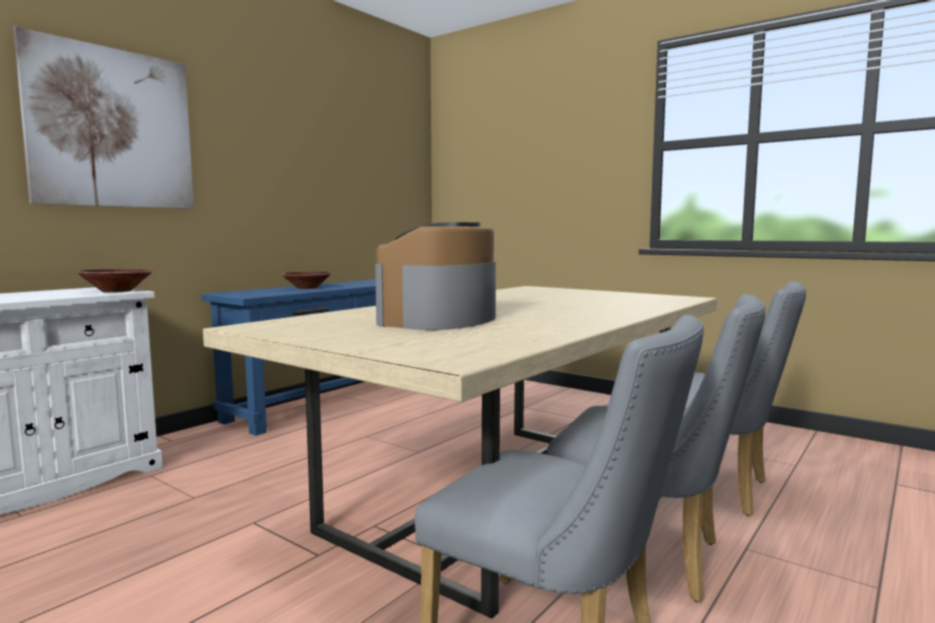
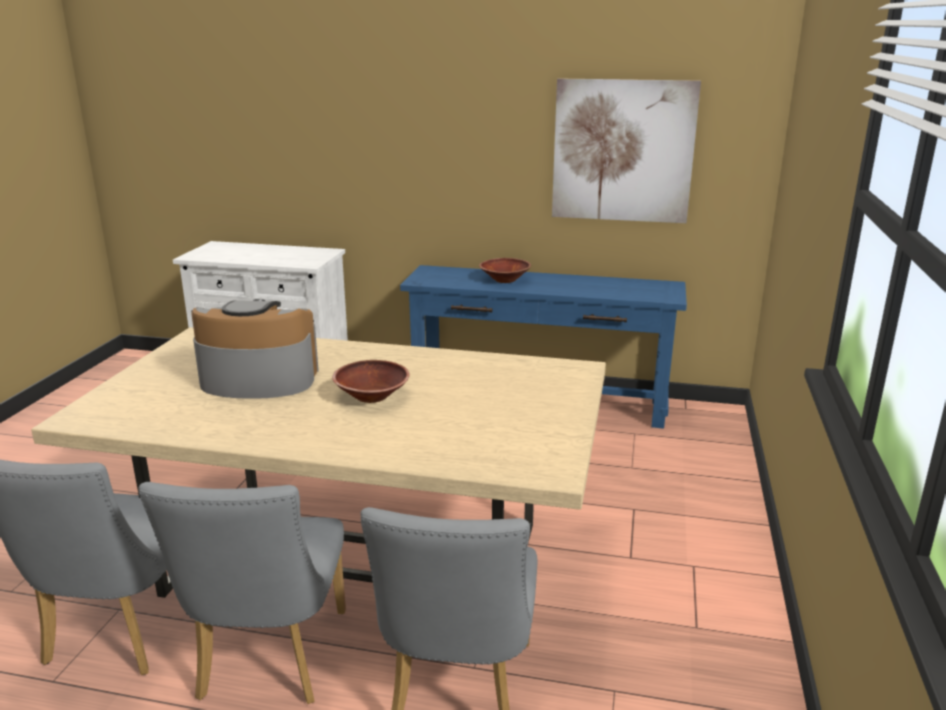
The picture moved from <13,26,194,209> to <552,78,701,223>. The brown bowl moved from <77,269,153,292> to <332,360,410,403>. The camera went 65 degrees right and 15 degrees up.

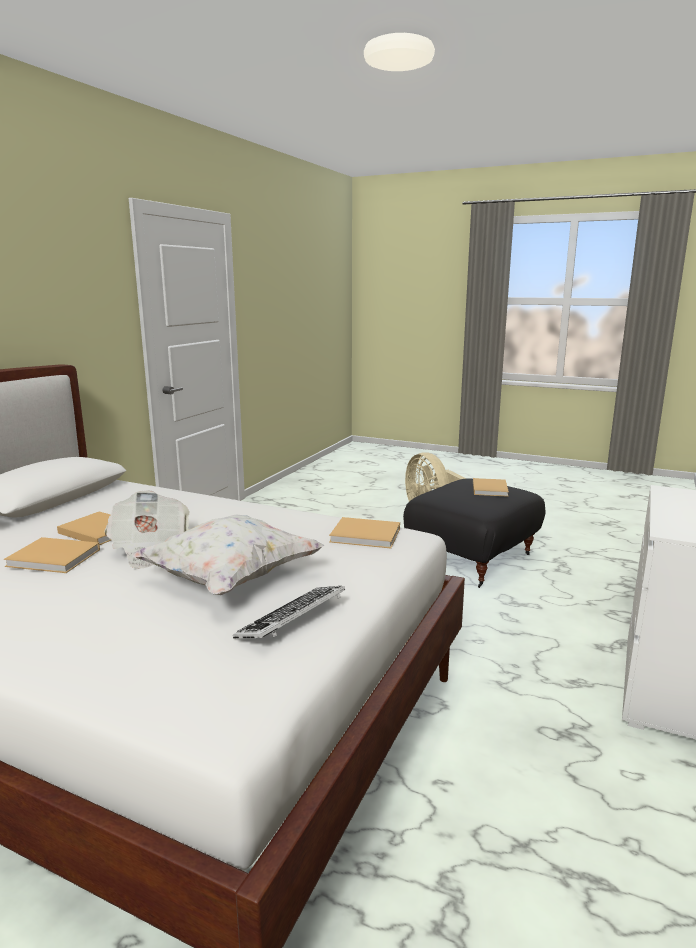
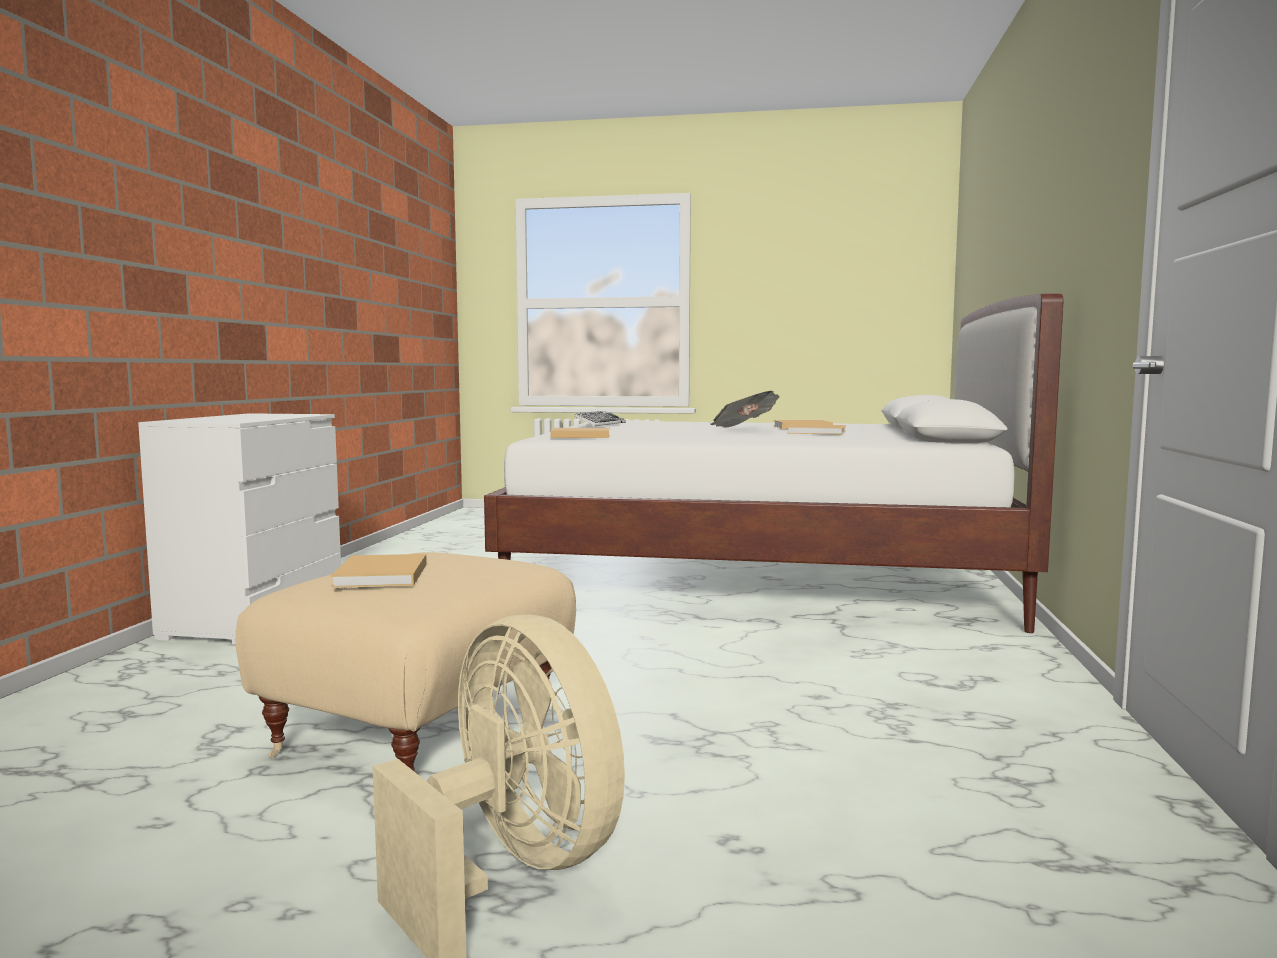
The white pillow at <132,514,325,595> disappeared. The black ottoman at <403,478,545,588> became the beige ottoman at <235,552,576,773>. The camera went 165 degrees right and 10 degrees down.

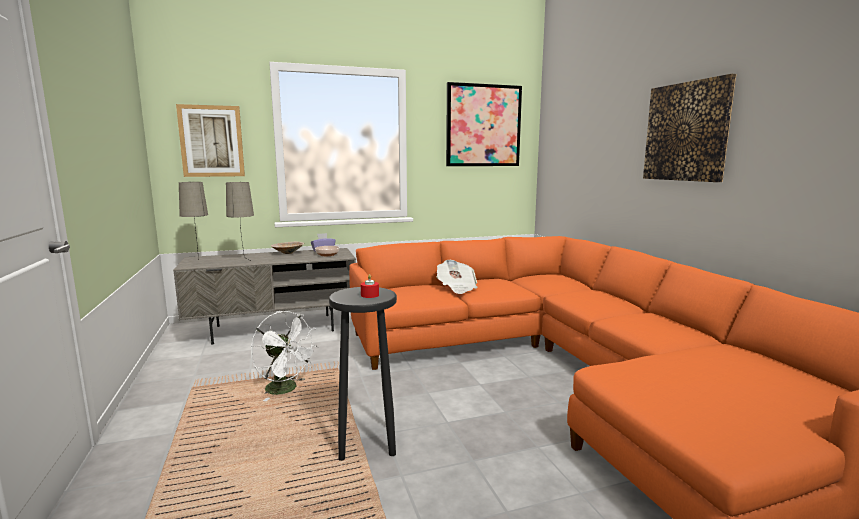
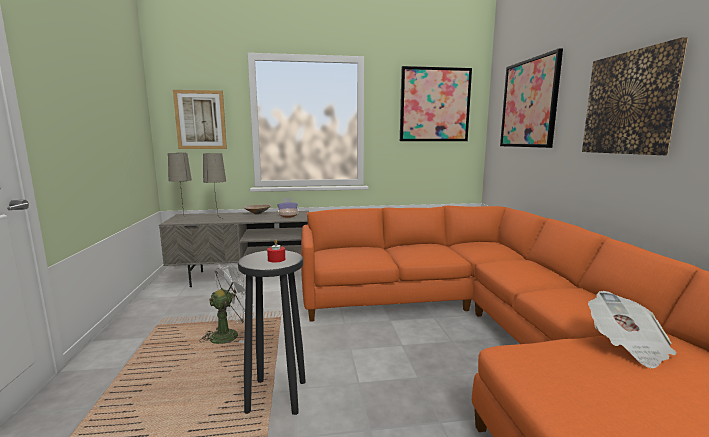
The picture at <500,48,563,148> appeared. The newspaper moved from <437,260,478,294> to <588,291,676,369>. The white fan at <251,311,319,401> turned 90 degrees counterclockwise. The camera went 10 degrees right and 0 degrees up.

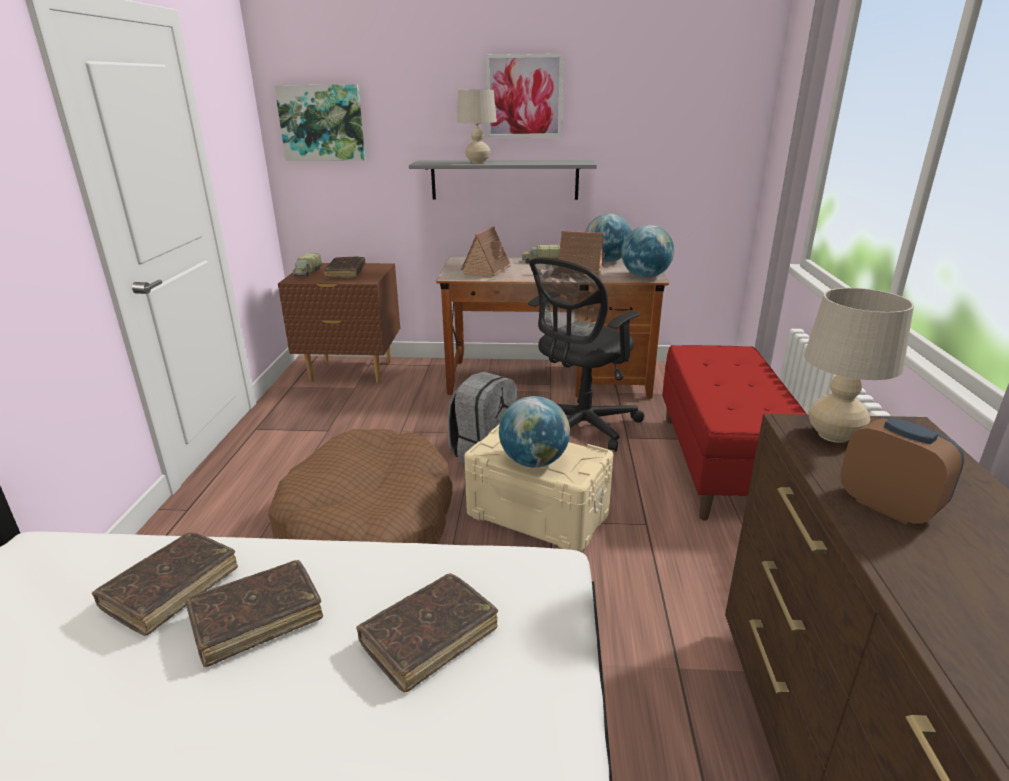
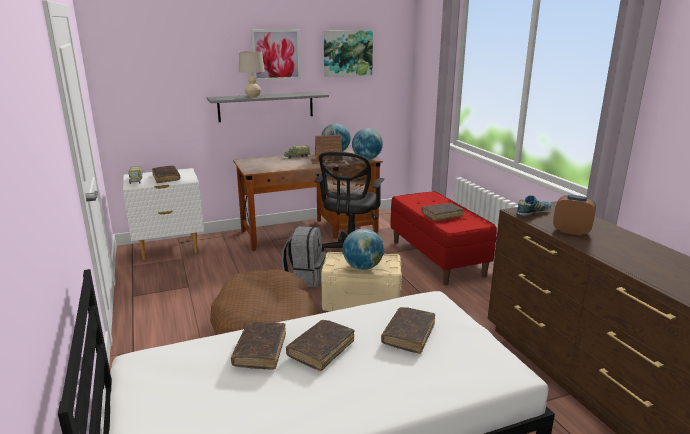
The toy house at <461,226,510,278> disappeared. The brown book at <421,203,464,221> appeared. The picture moved from <274,84,366,161> to <324,30,373,77>. The beige table lamp at <804,288,914,443> was replaced by the shoe at <516,195,551,216>. The brown nightstand at <278,263,400,383> became the white nightstand at <123,168,204,260>. The camera went 25 degrees left and 5 degrees down.

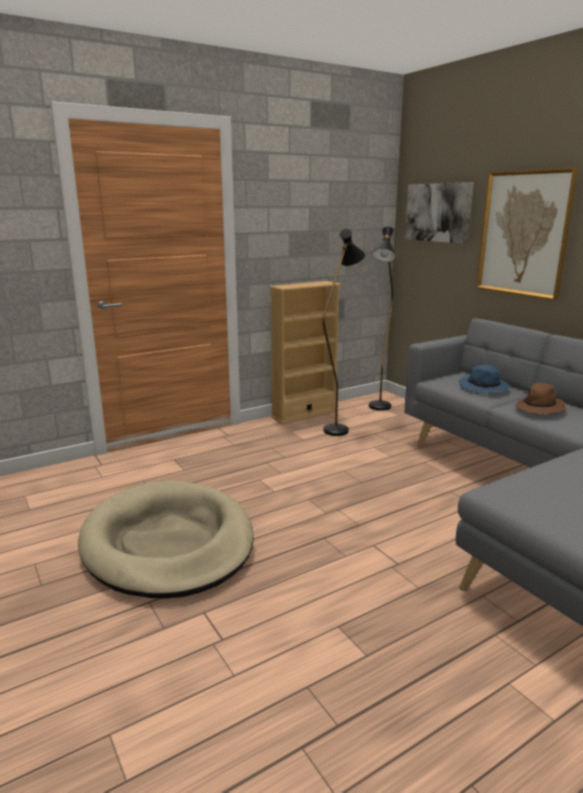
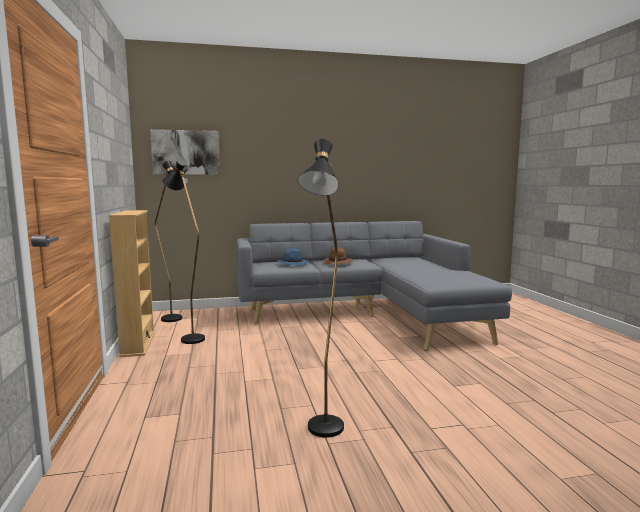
The picture at <476,168,579,300> disappeared. The beige dog bed at <78,480,254,598> was replaced by the black floor lamp at <298,139,344,438>. The camera went 70 degrees left and 10 degrees down.

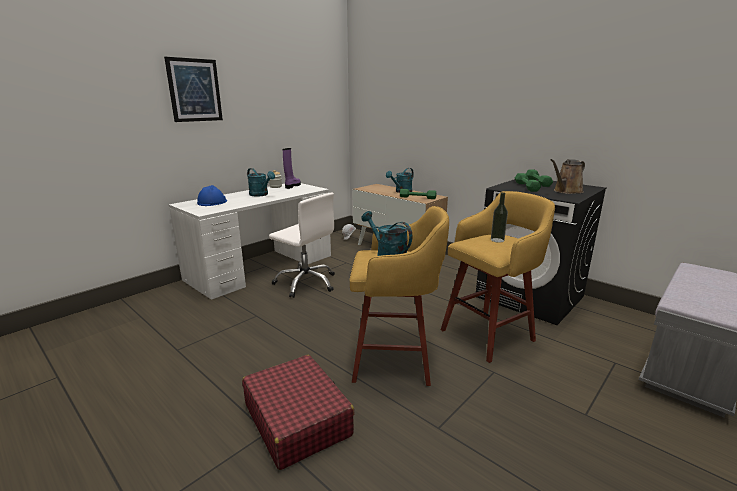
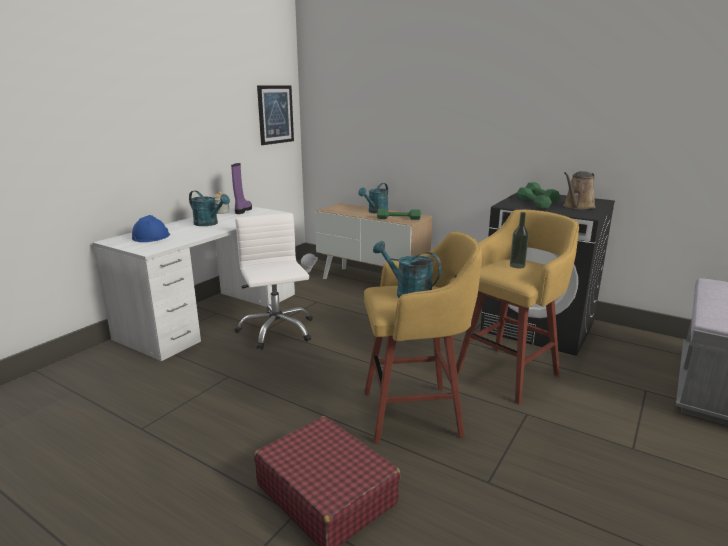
The picture moved from <164,57,223,122> to <257,85,294,145>. The white office chair at <269,193,335,298> turned 135 degrees counterclockwise. The camera went 10 degrees left and 0 degrees up.

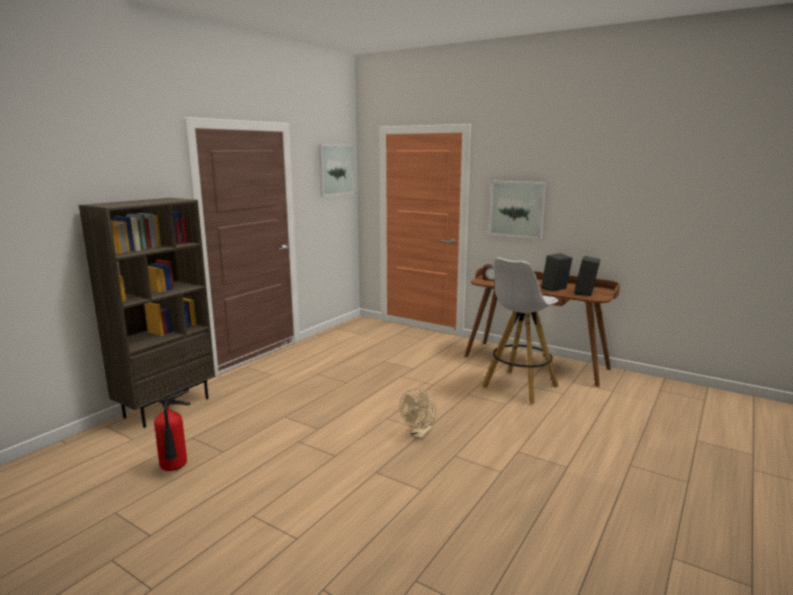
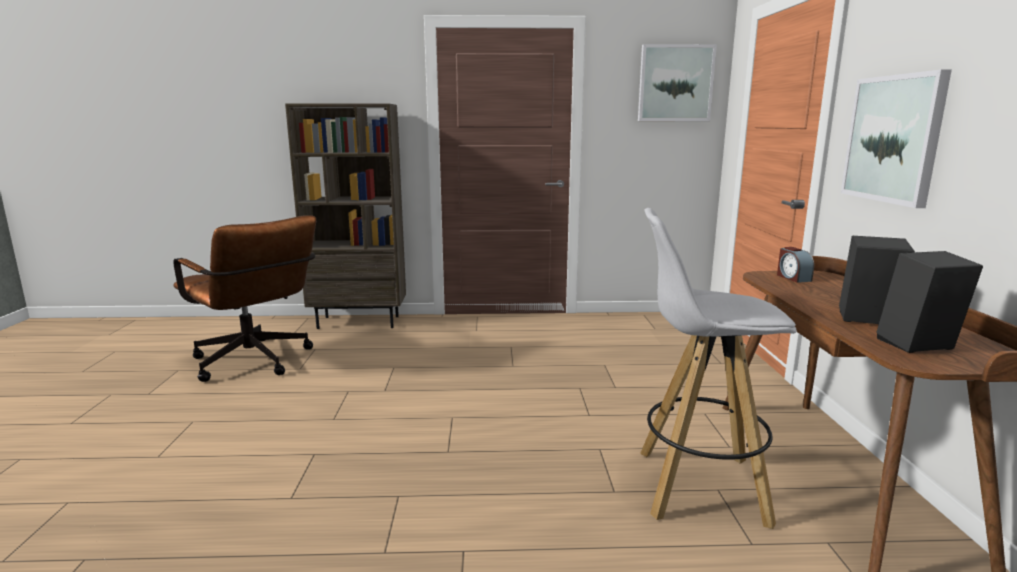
The beige fan at <400,389,436,439> disappeared. The fire extinguisher at <154,390,191,471> was replaced by the brown office chair at <173,215,316,382>. The camera went 55 degrees right and 0 degrees up.

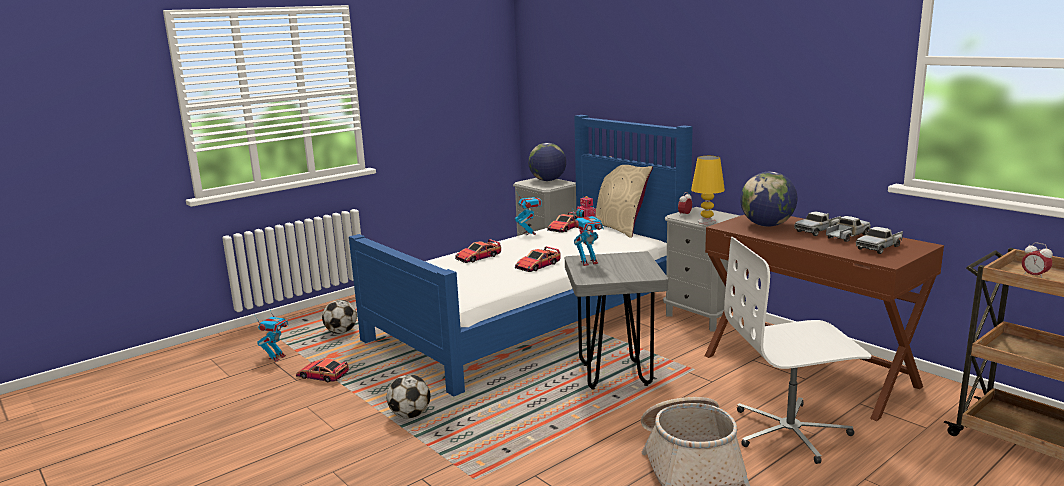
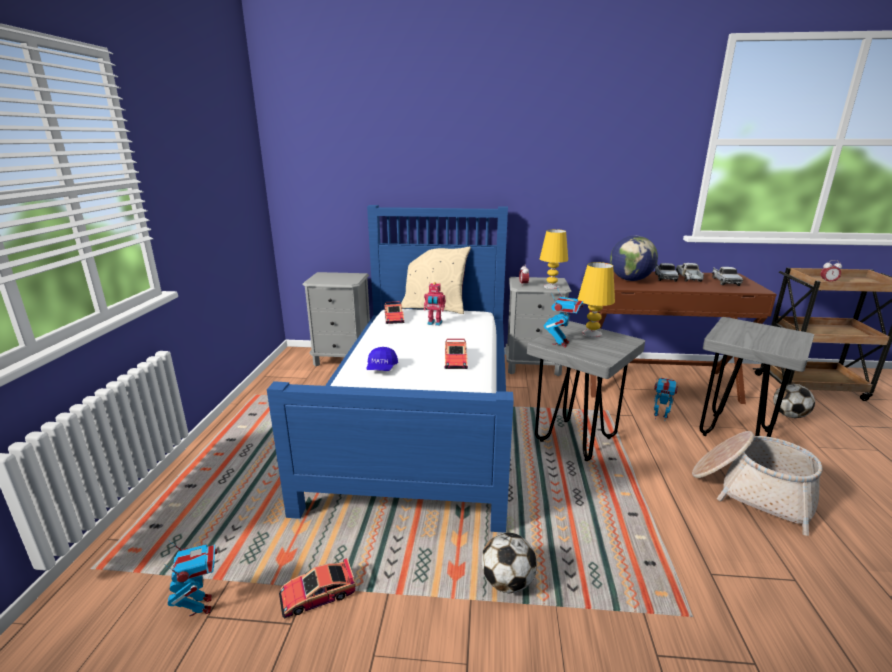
The globe at <528,143,566,181> disappeared. The yellow table lamp at <578,262,615,338> appeared. The football moved from <322,300,357,334> to <773,384,815,418>. The toy robot moved from <515,193,542,235> to <654,378,678,420>. The toy car at <455,239,501,263> was replaced by the blue cap at <366,347,398,371>. The white office chair at <724,237,871,464> was replaced by the grey stool at <699,317,814,437>. The camera went 45 degrees left and 5 degrees up.

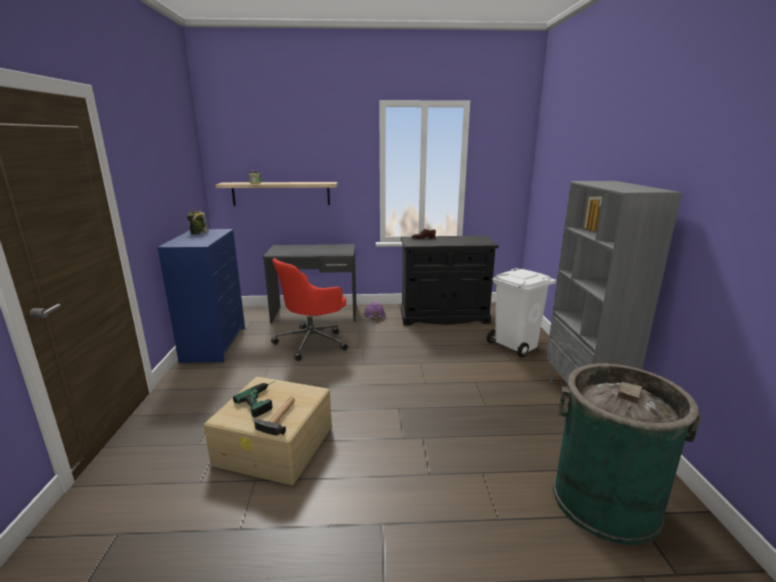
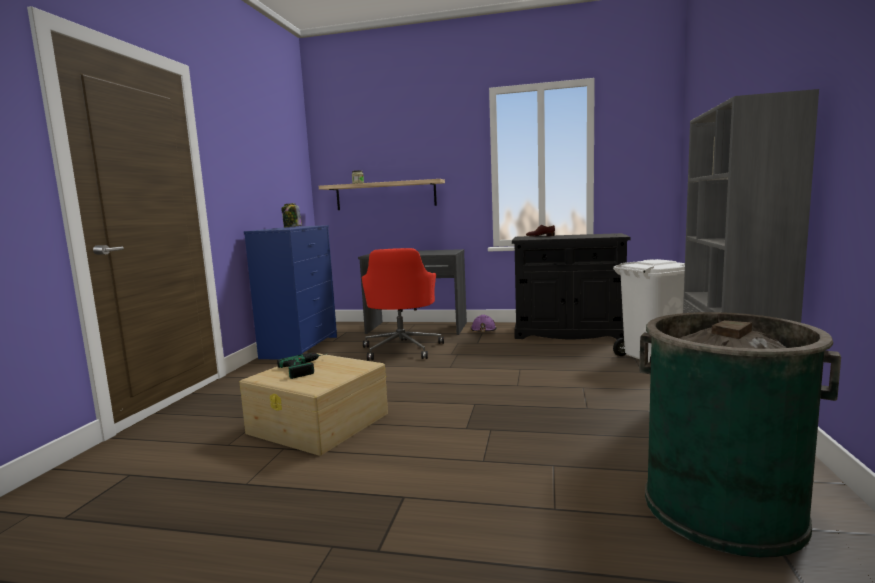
The hammer at <254,397,295,436> disappeared. The red office chair at <271,258,348,361> turned 60 degrees counterclockwise. The camera went 15 degrees right and 10 degrees down.

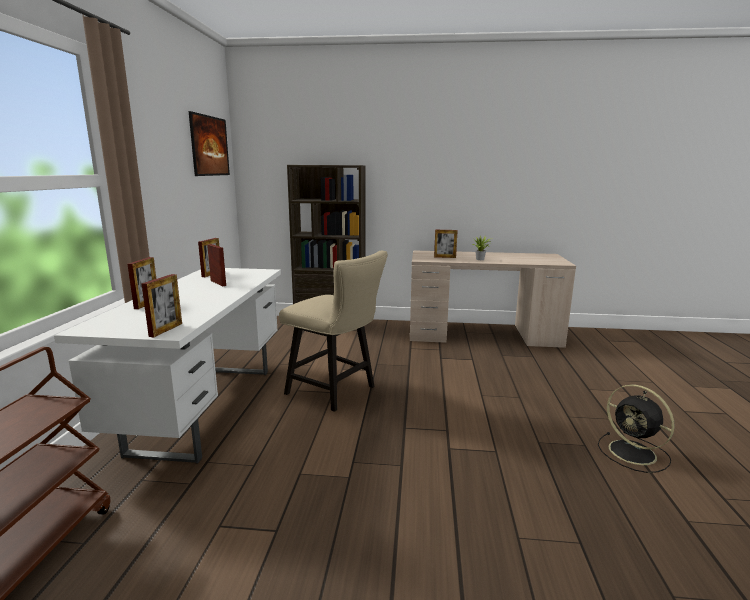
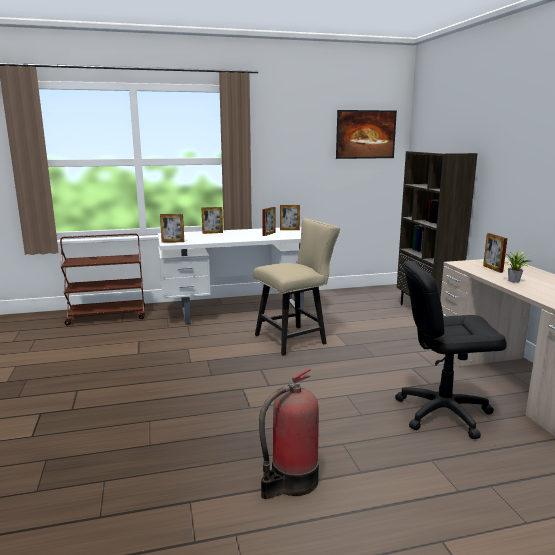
The black office chair at <395,261,507,439> appeared. The black fan at <598,385,675,473> was replaced by the fire extinguisher at <259,368,319,499>. The beige chair at <279,251,388,412> turned 135 degrees counterclockwise. The camera went 70 degrees right and 0 degrees up.

